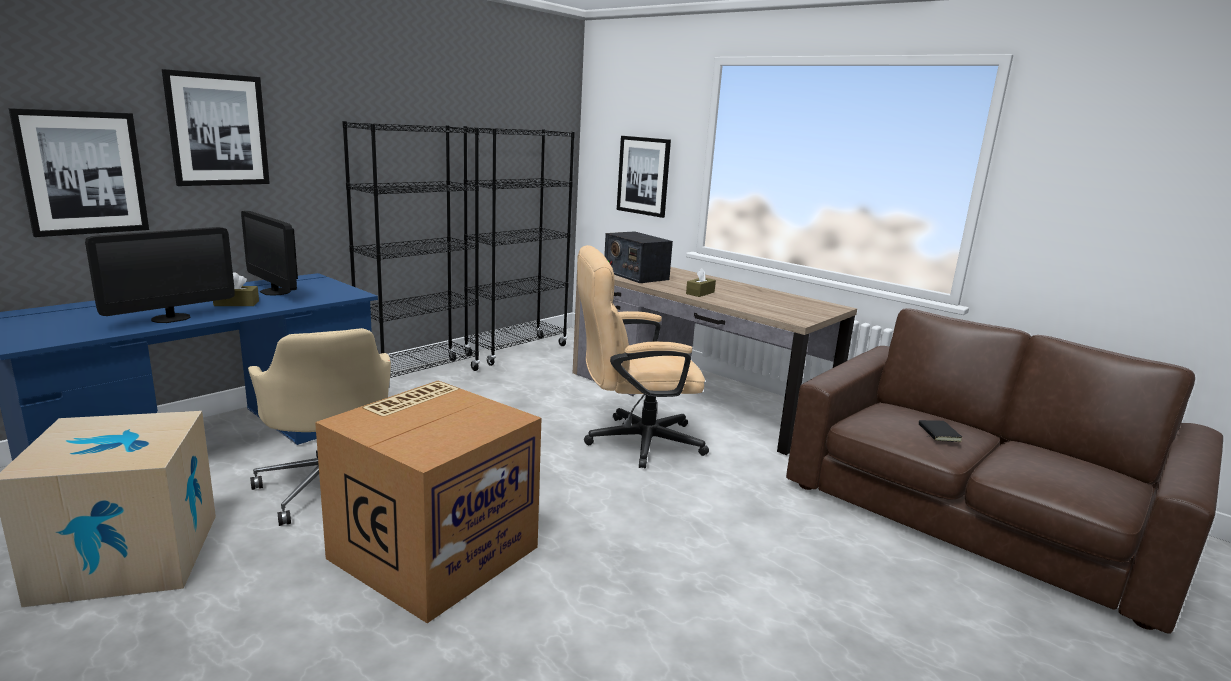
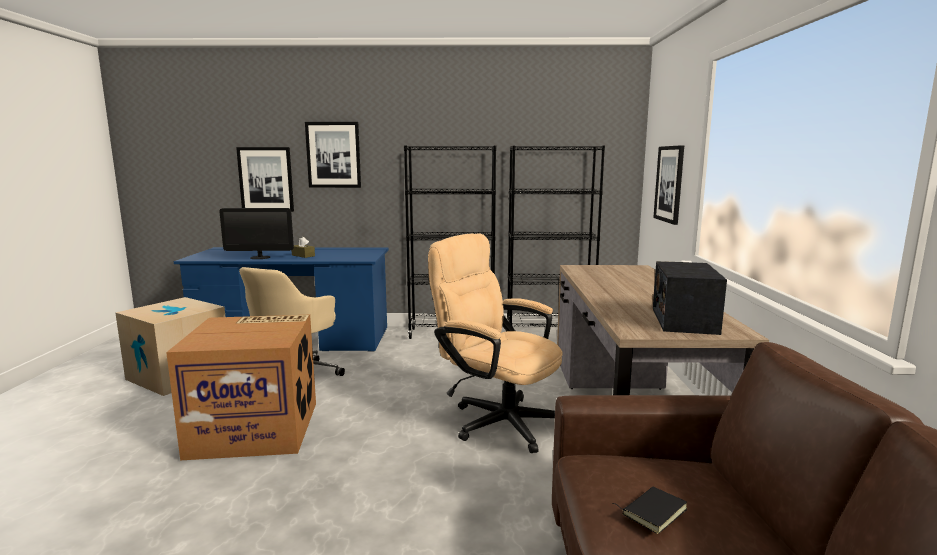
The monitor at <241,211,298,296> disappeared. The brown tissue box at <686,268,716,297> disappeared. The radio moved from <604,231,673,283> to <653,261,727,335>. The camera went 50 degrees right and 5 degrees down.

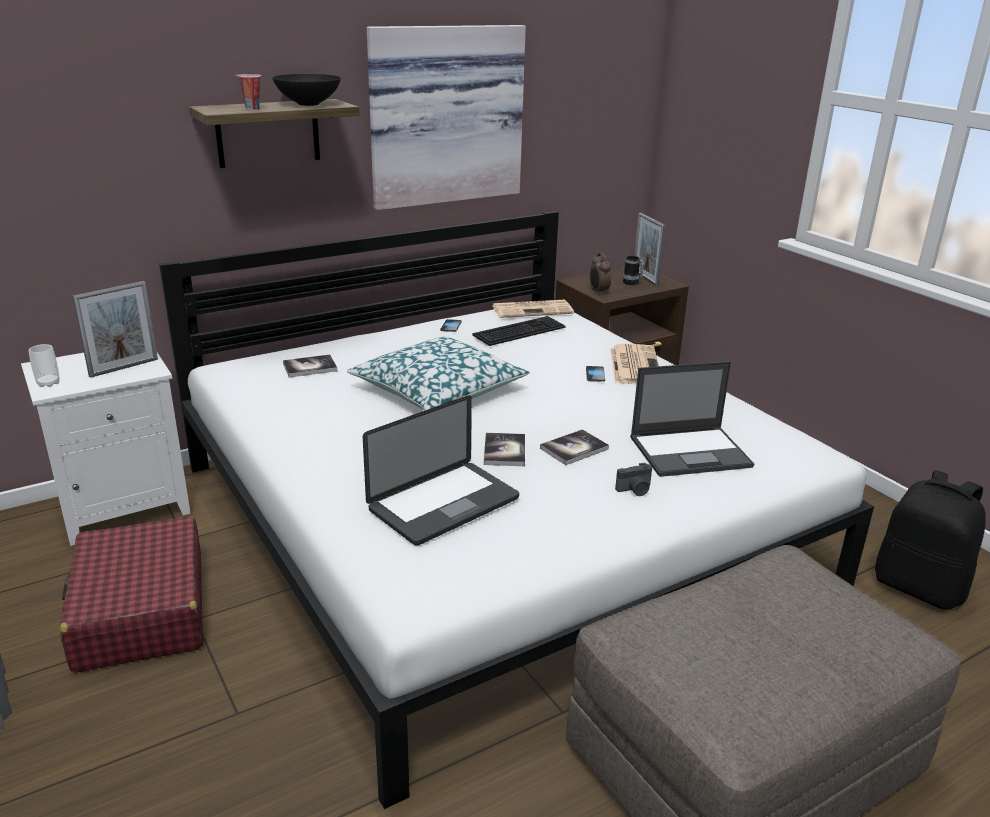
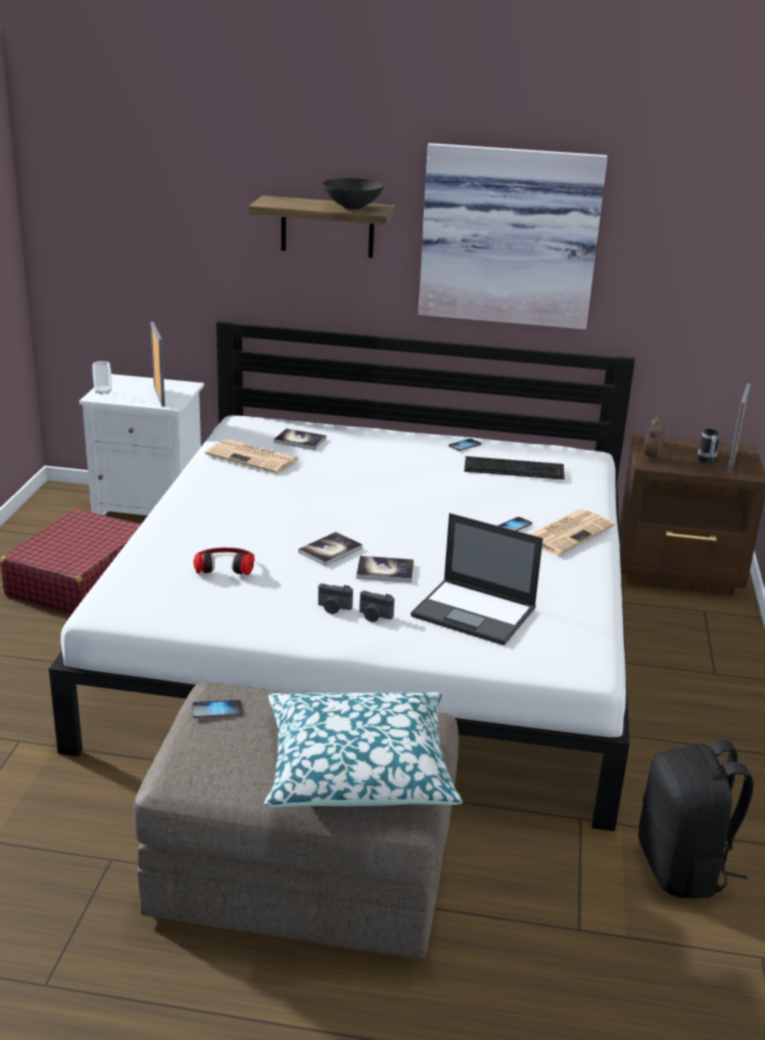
The cup at <235,74,261,110> disappeared. The phone at <192,700,243,718> appeared. The photo camera at <318,583,353,614> appeared. The pillow moved from <347,337,529,410> to <264,692,462,808>. The newspaper moved from <492,300,574,318> to <205,439,300,473>. The laptop at <363,395,519,546> was replaced by the headphones at <194,547,255,575>. The picture frame at <72,281,158,378> turned 105 degrees counterclockwise. The camera went 40 degrees right and 0 degrees up.

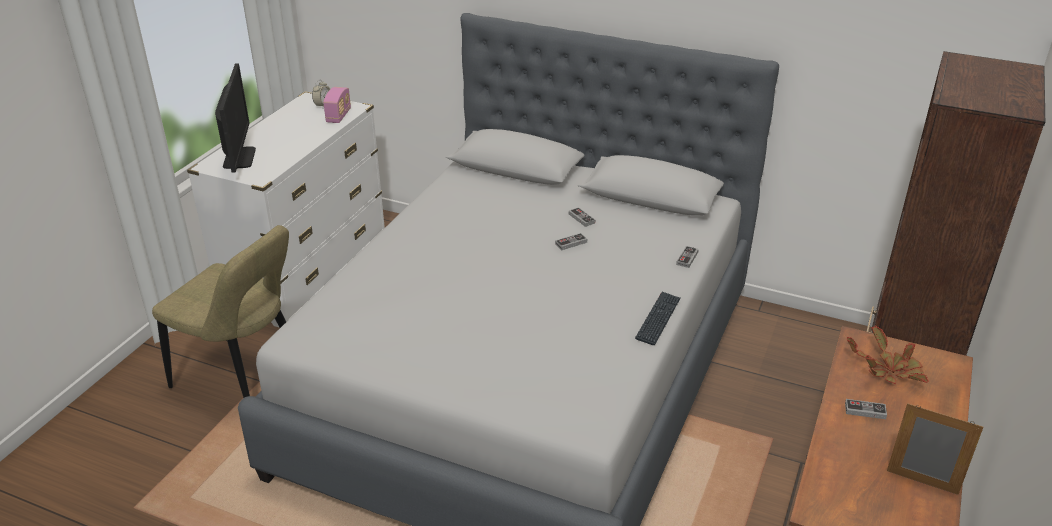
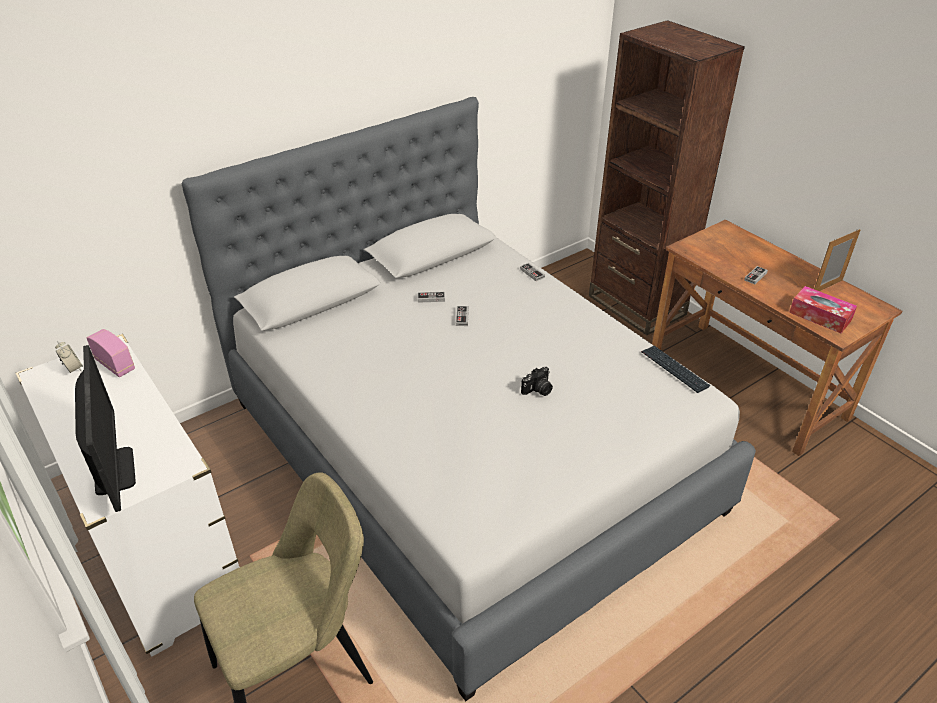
The potted plant at <847,325,928,384> disappeared. The photo camera at <521,367,553,396> appeared. The tissue box at <789,286,857,333> appeared. The keyboard moved from <635,292,681,345> to <641,346,710,393>. The monitor at <215,63,256,173> turned 45 degrees clockwise. The camera went 60 degrees left and 5 degrees up.

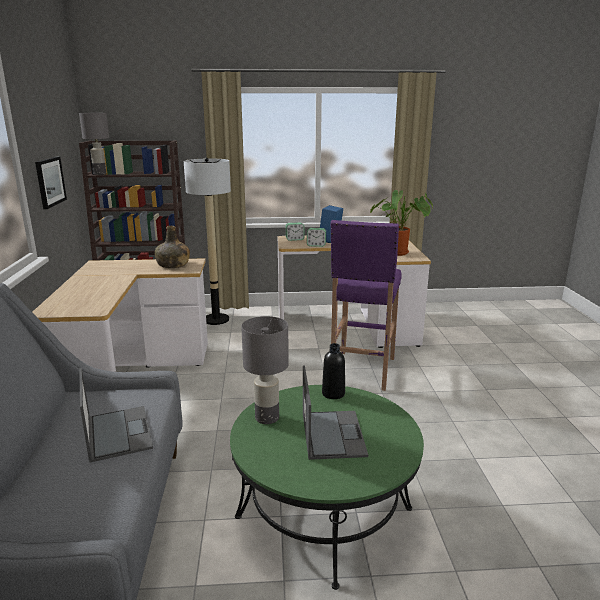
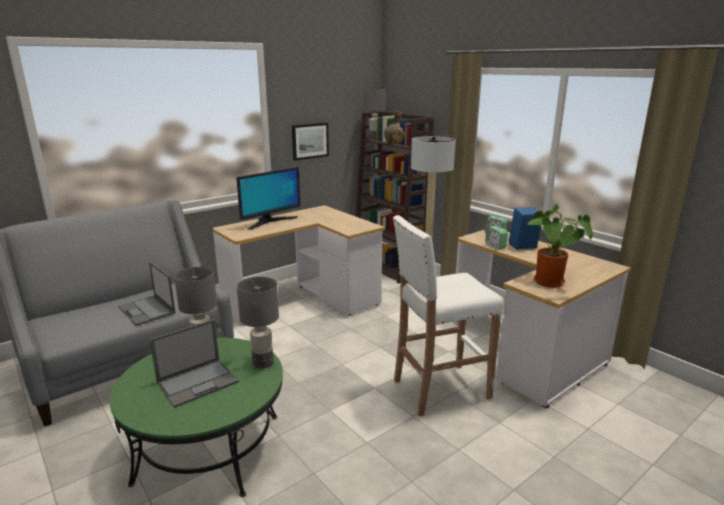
The monitor at <236,167,301,229> appeared. The green bottle moved from <155,226,190,268> to <384,111,405,144>. The black bottle at <322,343,345,399> was replaced by the grey table lamp at <237,277,279,369>. The purple stool at <331,220,402,391> became the white stool at <393,215,504,416>. The laptop at <79,368,153,463> turned 105 degrees clockwise. The camera went 55 degrees right and 0 degrees up.

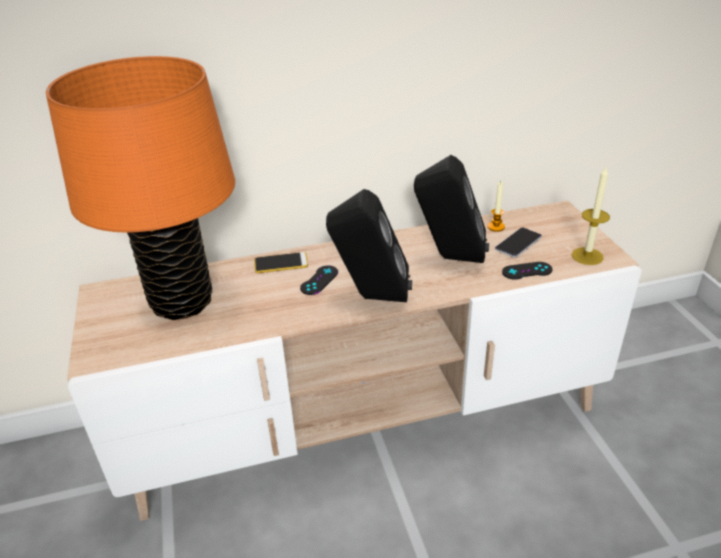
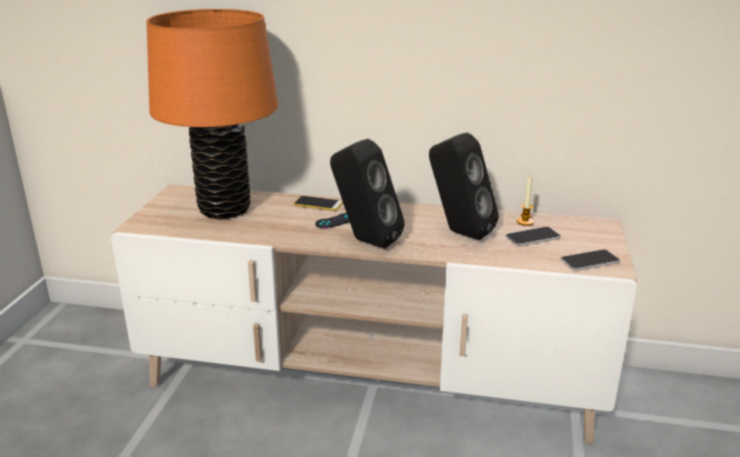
The black game controller at <502,262,552,280> disappeared. The candle at <572,167,610,265> was replaced by the phone at <561,249,620,271>. The camera went 25 degrees right and 10 degrees down.

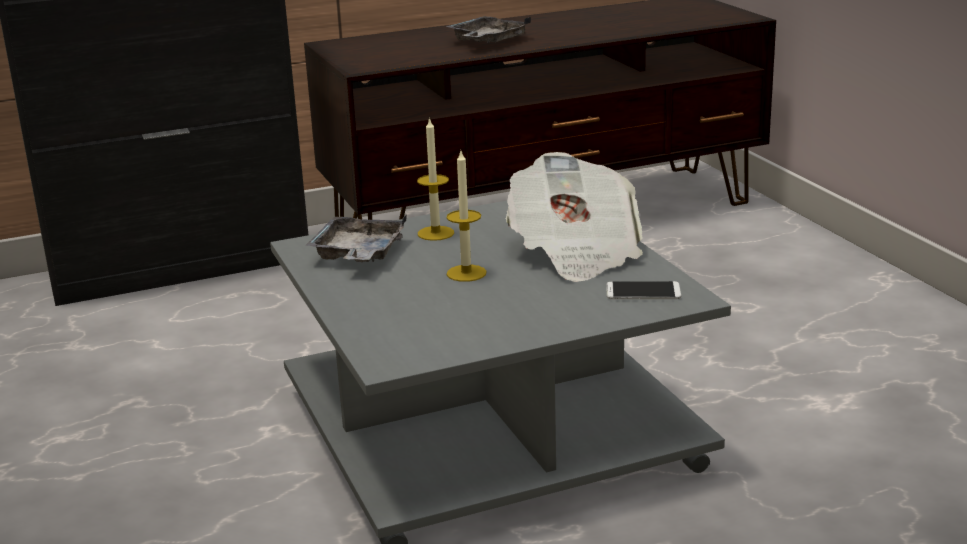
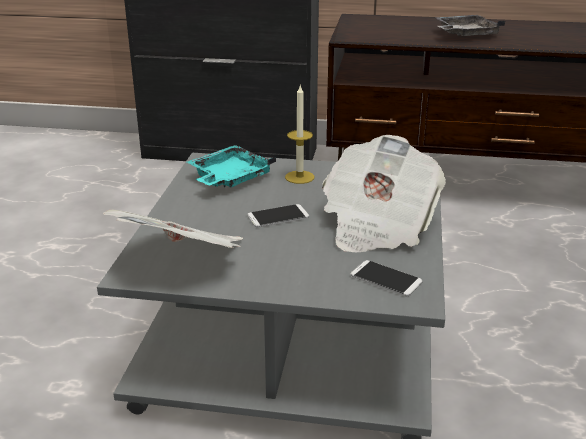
The newspaper at <103,210,243,248> appeared. The candle at <447,151,486,282> was replaced by the phone at <247,204,309,227>. The grey tray at <305,215,407,262> became the turquoise tray at <187,145,276,187>. The camera went 30 degrees right and 5 degrees up.

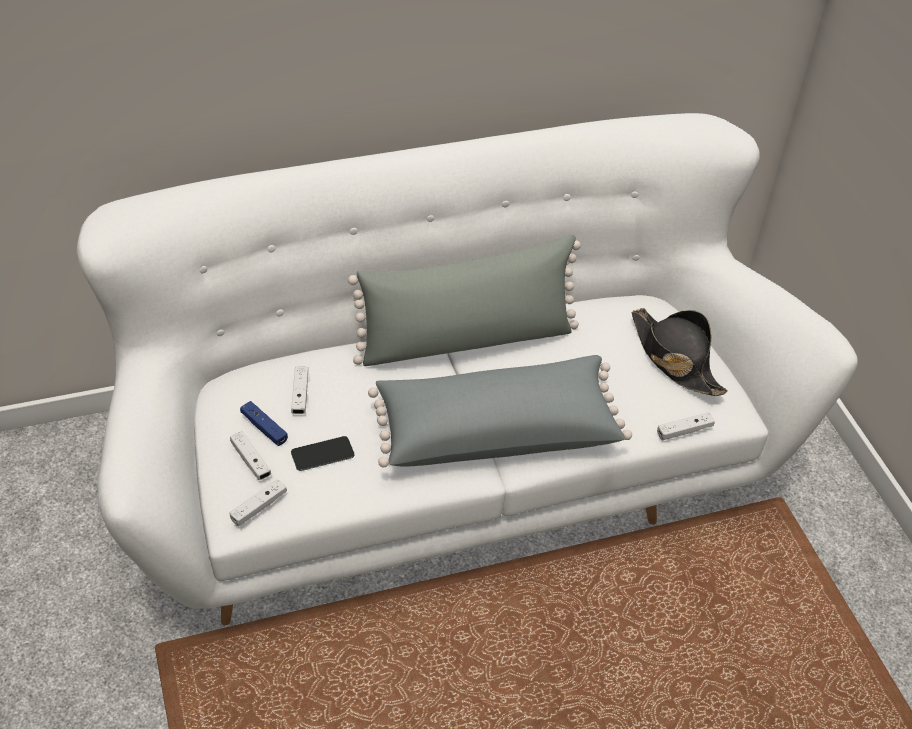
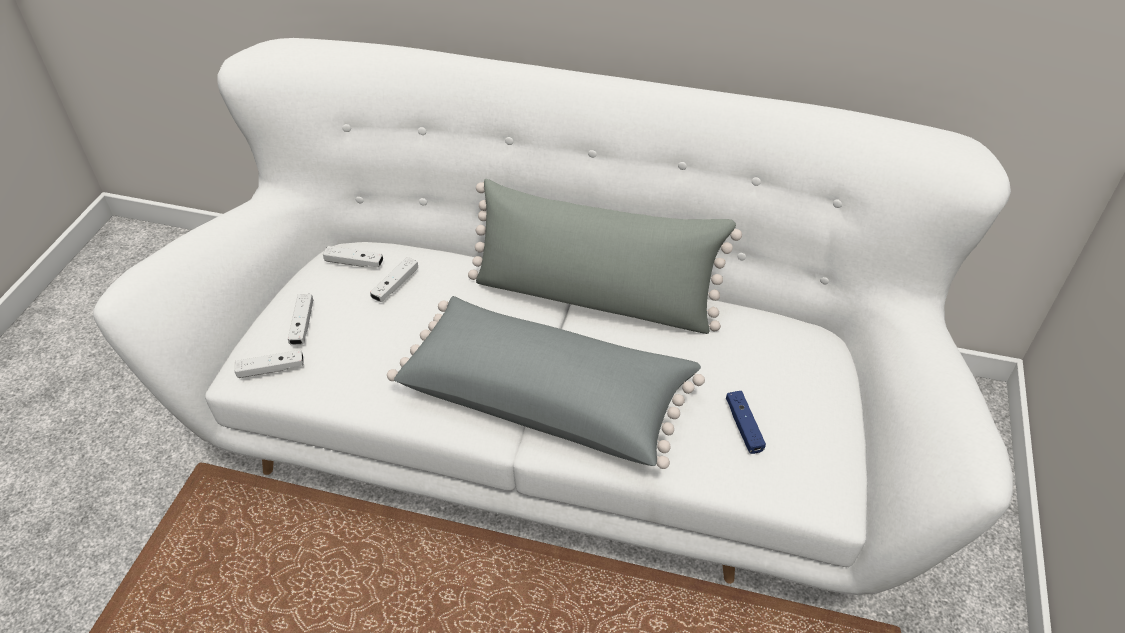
The phone at <291,436,354,471> disappeared. The black hat at <631,308,728,396> disappeared. The blue game controller moved from <240,401,288,446> to <726,391,766,454>. The white game controller moved from <657,412,715,440> to <323,246,383,267>. The camera went 35 degrees right and 0 degrees up.

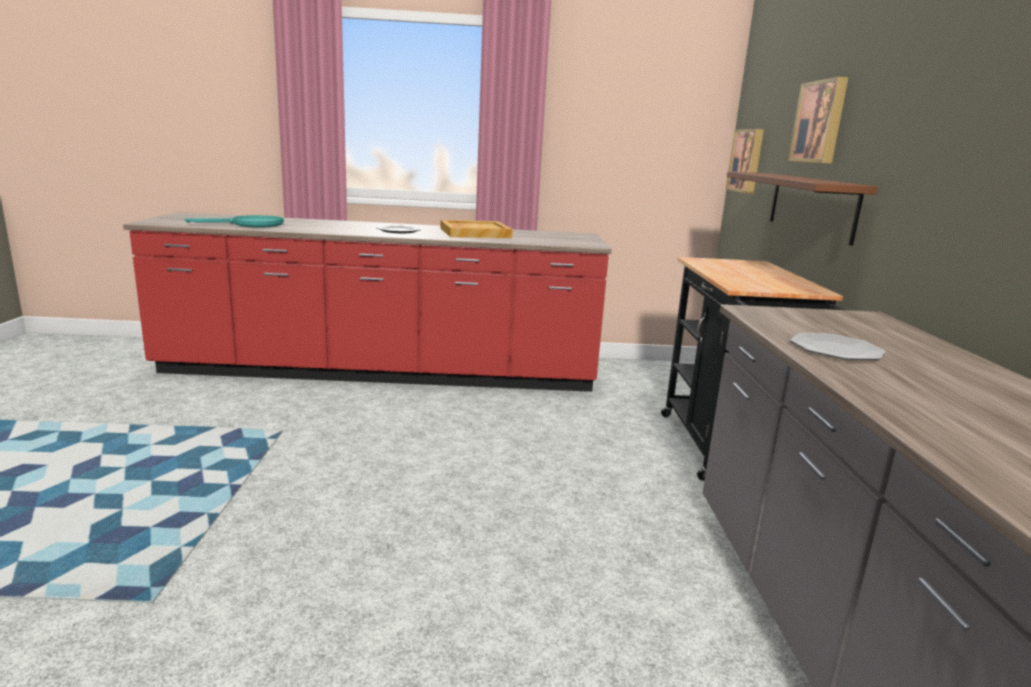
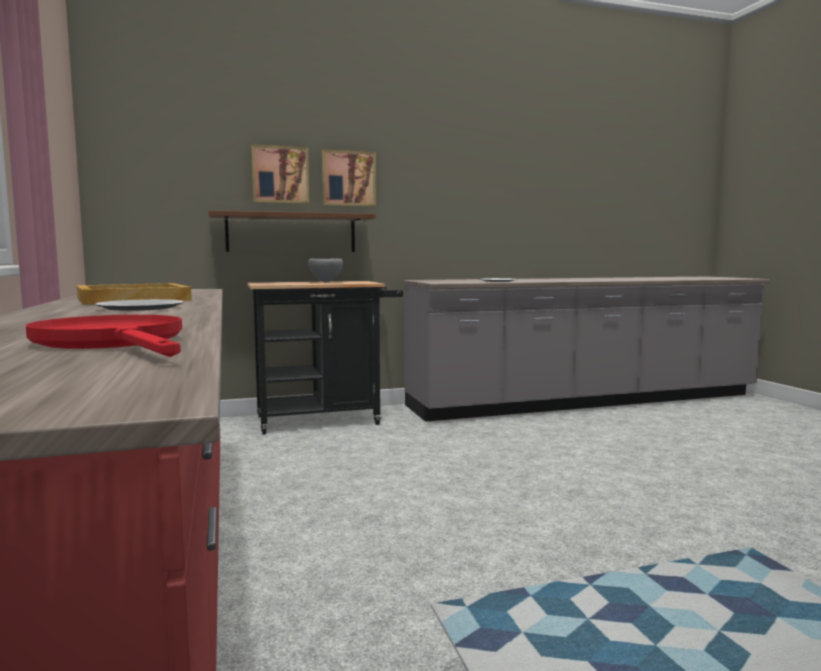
The grey bowl at <308,258,343,282> appeared. The picture moved from <726,129,764,194> to <322,149,376,207>. The turquoise frying pan at <185,215,284,228> became the red frying pan at <26,315,182,357>. The camera went 105 degrees left and 10 degrees down.

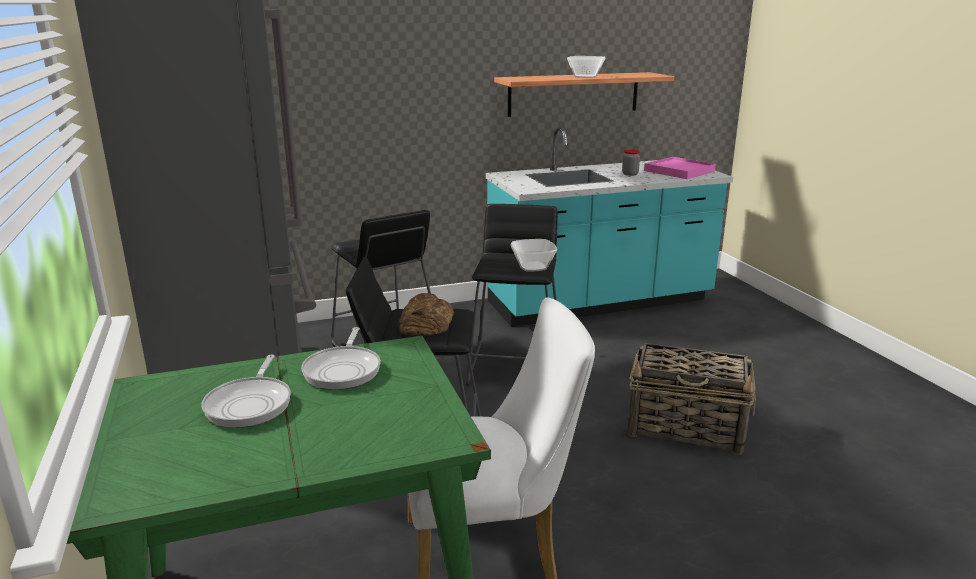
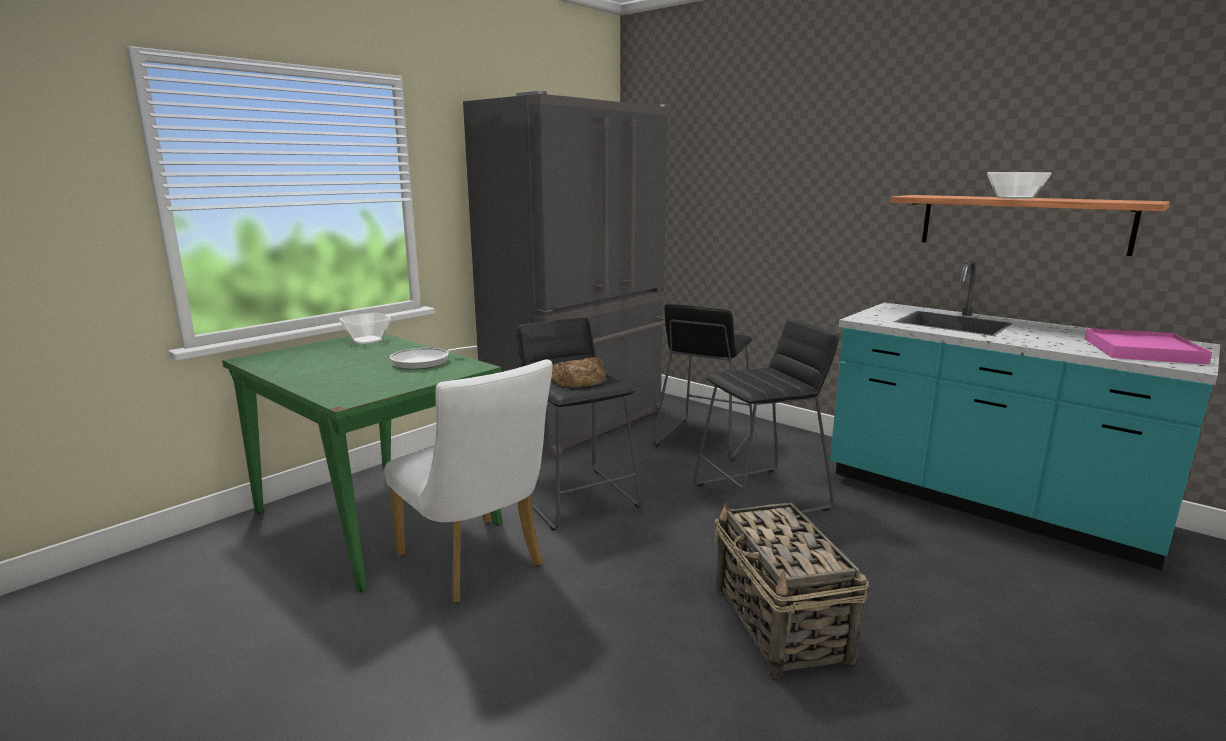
The frying pan at <201,355,291,428> disappeared. The jar at <622,150,640,176> disappeared. The bowl moved from <511,239,557,272> to <340,313,391,344>. The camera went 60 degrees right and 5 degrees down.

